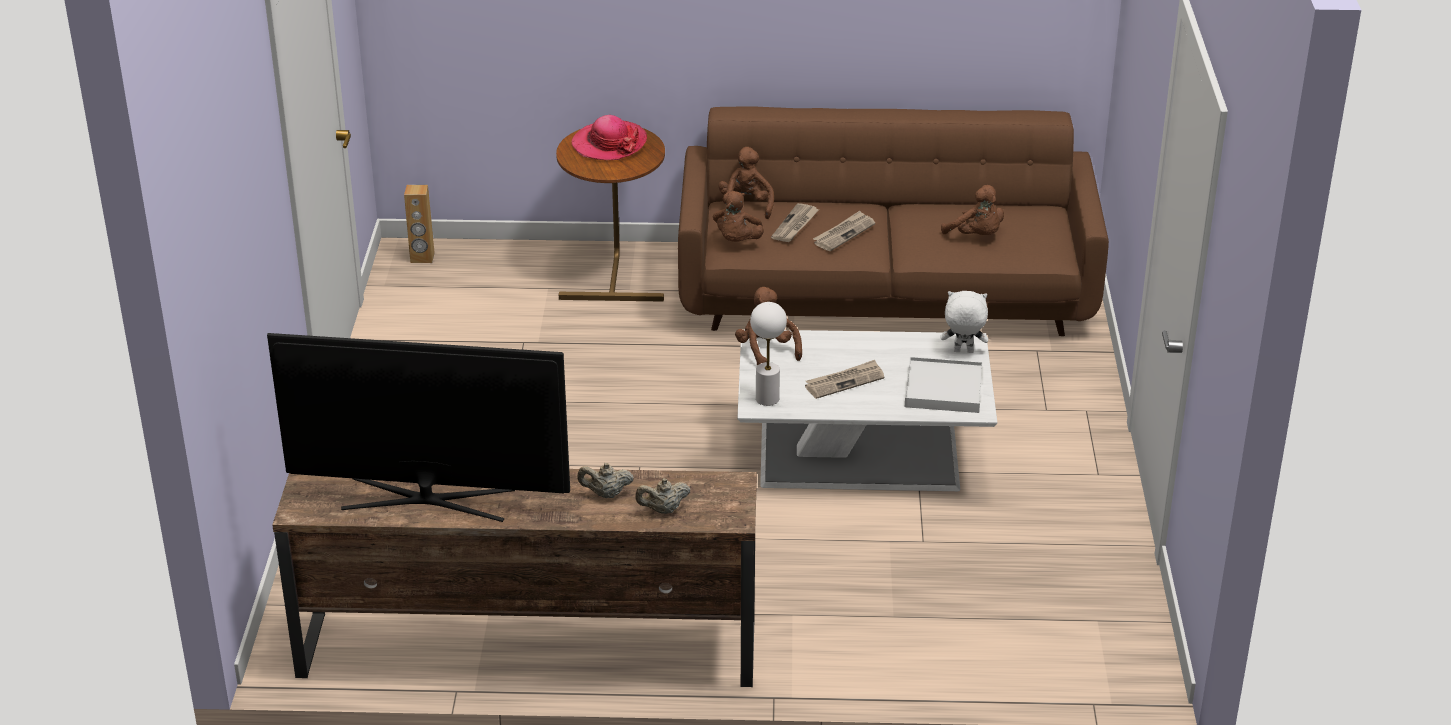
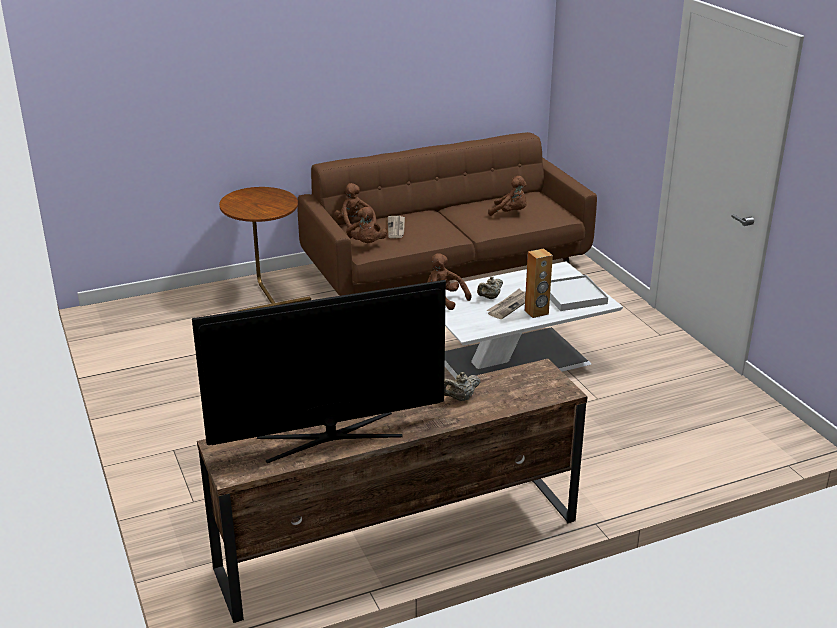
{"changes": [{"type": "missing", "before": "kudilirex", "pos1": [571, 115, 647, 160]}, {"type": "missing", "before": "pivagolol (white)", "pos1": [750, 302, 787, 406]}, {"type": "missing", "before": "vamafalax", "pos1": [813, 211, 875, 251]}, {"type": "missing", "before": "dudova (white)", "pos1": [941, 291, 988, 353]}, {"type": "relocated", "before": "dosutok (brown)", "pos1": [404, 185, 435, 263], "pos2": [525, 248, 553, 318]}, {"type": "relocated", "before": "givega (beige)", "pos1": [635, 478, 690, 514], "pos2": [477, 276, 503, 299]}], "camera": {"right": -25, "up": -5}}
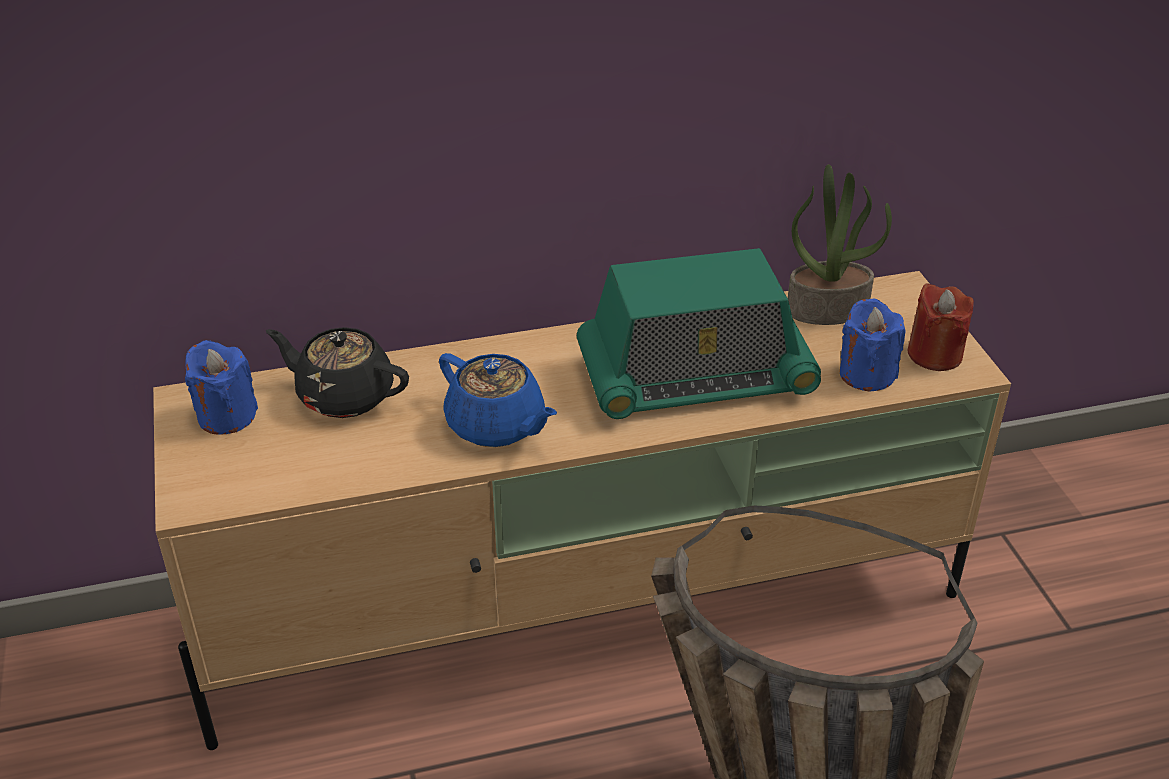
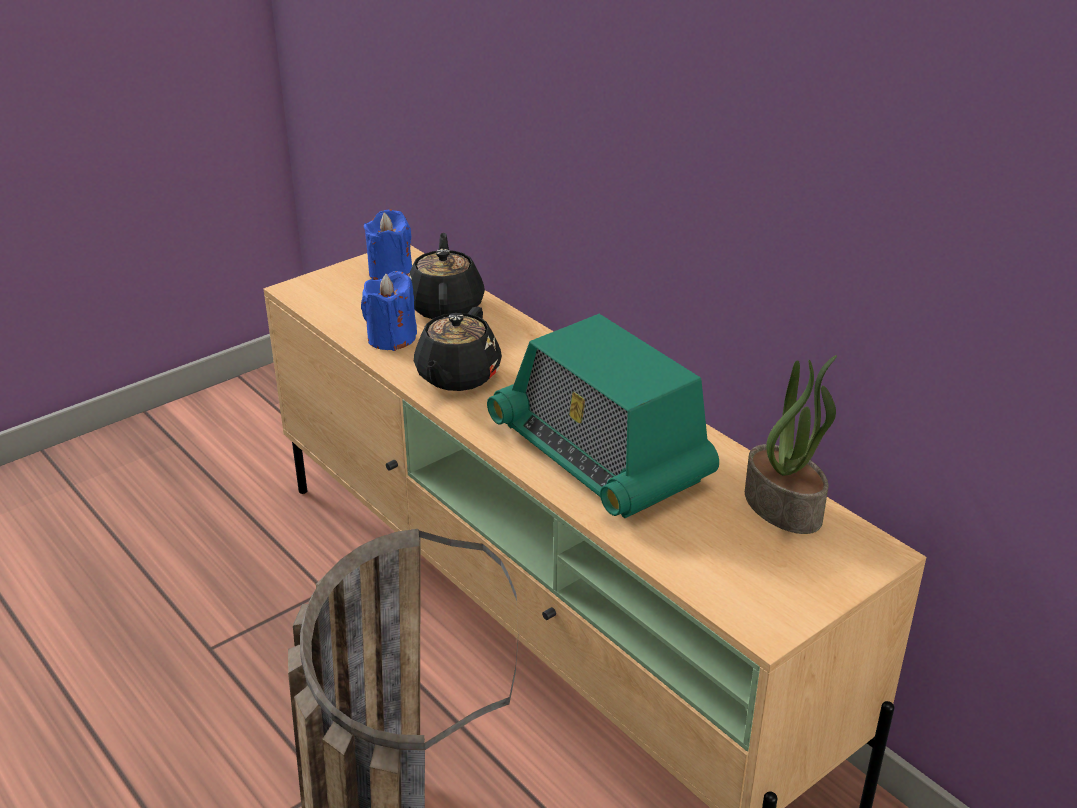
{"changes": [{"type": "missing", "before": "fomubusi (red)", "pos1": [908, 283, 974, 371]}, {"type": "relocated", "before": "fomubusi (blue)", "pos1": [840, 298, 905, 392], "pos2": [361, 271, 417, 351]}, {"type": "colour", "before": "givega (blue)", "after": "givega (black)", "pos1": [439, 353, 557, 447], "pos2": [414, 307, 502, 391]}], "camera": {"right": 65, "up": -5}}
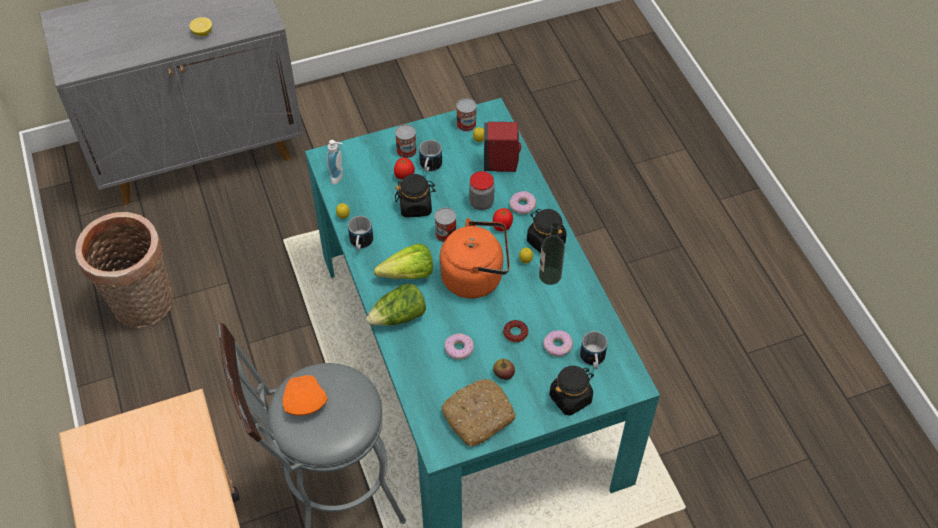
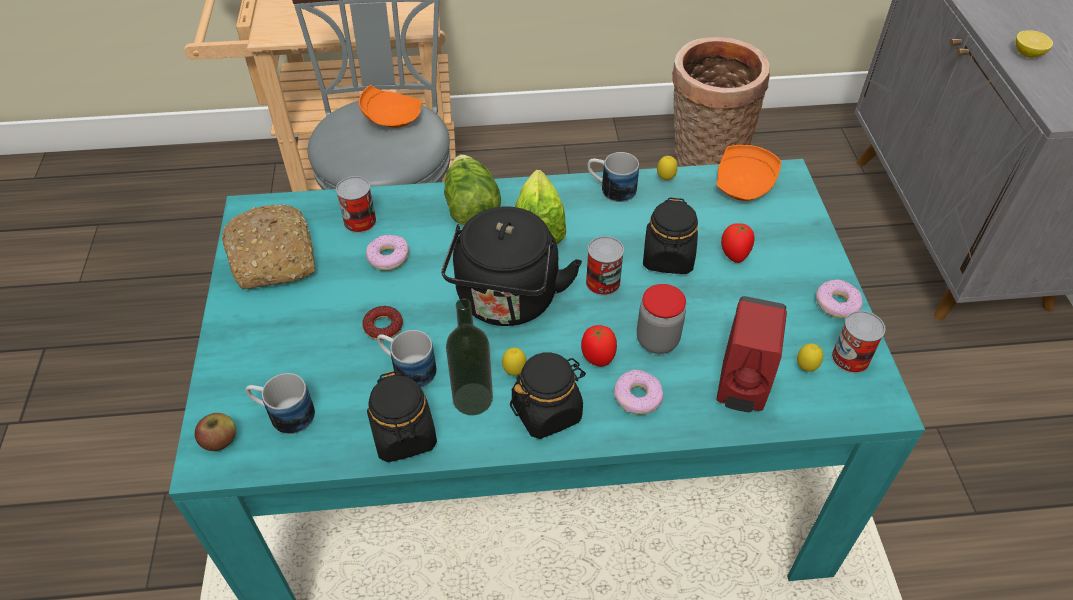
{"changes": [{"type": "relocated", "before": "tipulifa", "pos1": [395, 124, 417, 158], "pos2": [336, 176, 377, 233]}, {"type": "relocated", "before": "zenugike", "pos1": [419, 140, 442, 172], "pos2": [377, 330, 436, 387]}, {"type": "relocated", "before": "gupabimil", "pos1": [493, 359, 515, 380], "pos2": [195, 413, 236, 451]}, {"type": "relocated", "before": "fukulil", "pos1": [543, 330, 573, 357], "pos2": [816, 279, 863, 318]}, {"type": "relocated", "before": "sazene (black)", "pos1": [549, 366, 594, 416], "pos2": [367, 371, 437, 462]}, {"type": "exchanged", "before": "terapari", "after": "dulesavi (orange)", "pos1": [327, 140, 343, 185], "pos2": [716, 145, 781, 201]}, {"type": "colour", "before": "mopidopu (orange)", "after": "mopidopu (black)", "pos1": [440, 218, 510, 299], "pos2": [441, 206, 582, 326]}], "camera": {"right": 105, "up": -5}}
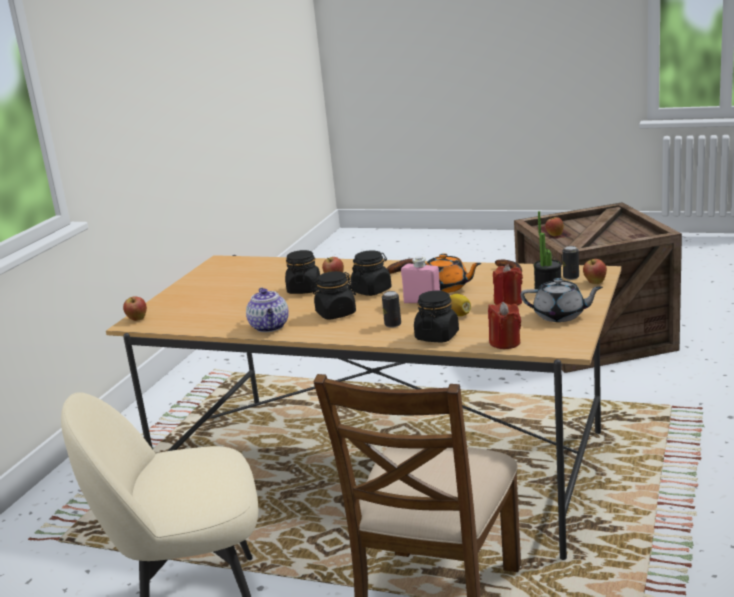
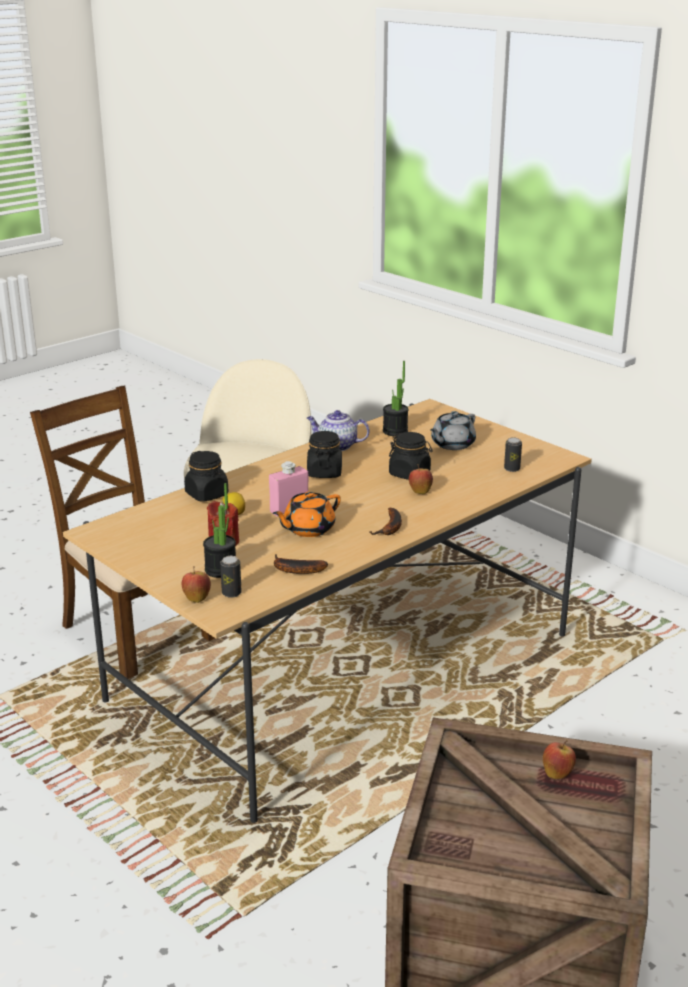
{"changes": [{"type": "missing", "before": "gupabimil", "pos1": [123, 296, 147, 321]}, {"type": "missing", "before": "sazene (black)", "pos1": [350, 250, 392, 296]}, {"type": "missing", "before": "fomubusi (red)", "pos1": [488, 302, 521, 349]}, {"type": "appeared", "after": "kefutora", "pos2": [383, 361, 409, 436]}, {"type": "relocated", "before": "tipulifa", "pos1": [382, 291, 401, 328], "pos2": [504, 437, 522, 472]}, {"type": "relocated", "before": "givega (grey)", "pos1": [520, 278, 603, 322], "pos2": [430, 411, 476, 450]}], "camera": {"right": 115, "up": 5}}
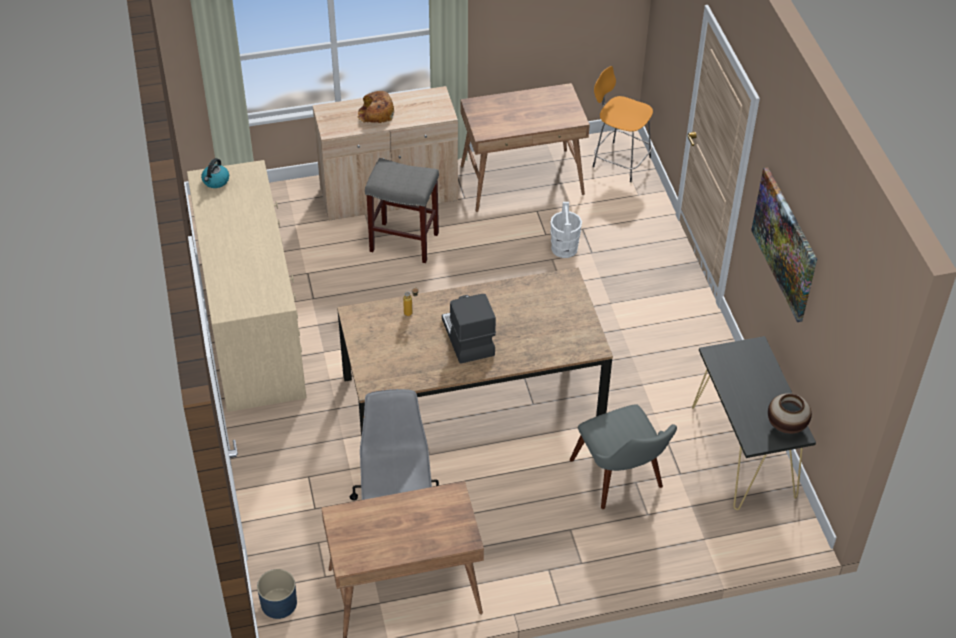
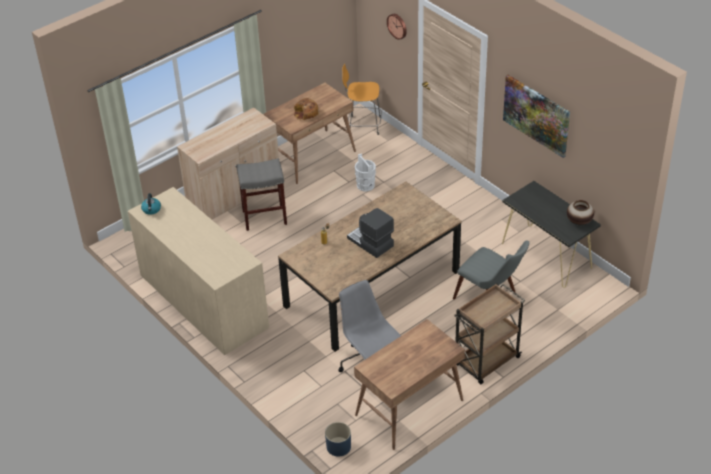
{"changes": [{"type": "appeared", "after": "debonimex", "pos2": [387, 14, 407, 40]}, {"type": "appeared", "after": "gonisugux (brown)", "pos2": [454, 283, 525, 384]}, {"type": "relocated", "before": "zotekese", "pos1": [358, 91, 394, 123], "pos2": [294, 98, 319, 120]}], "camera": {"right": -25, "up": -5}}
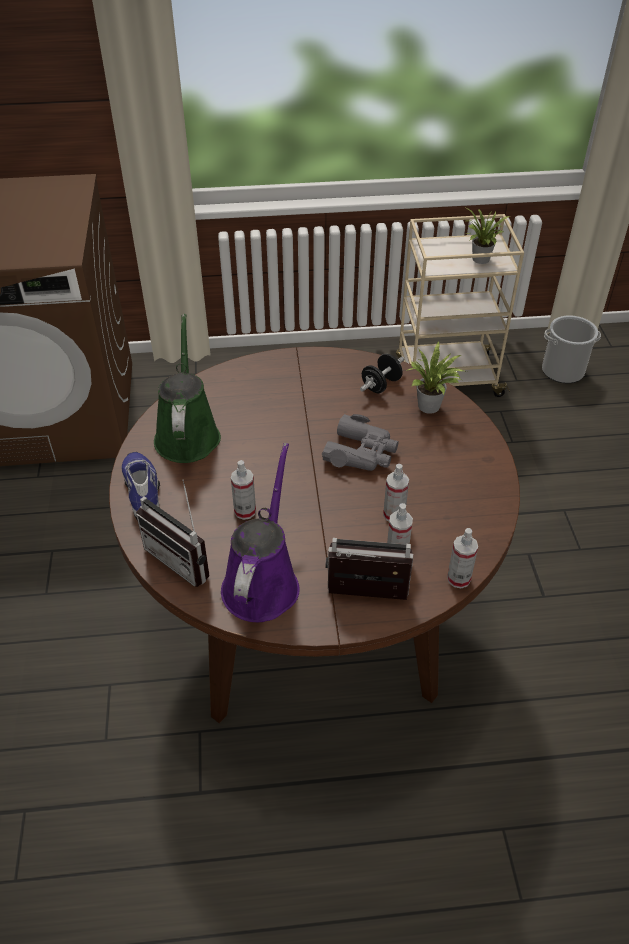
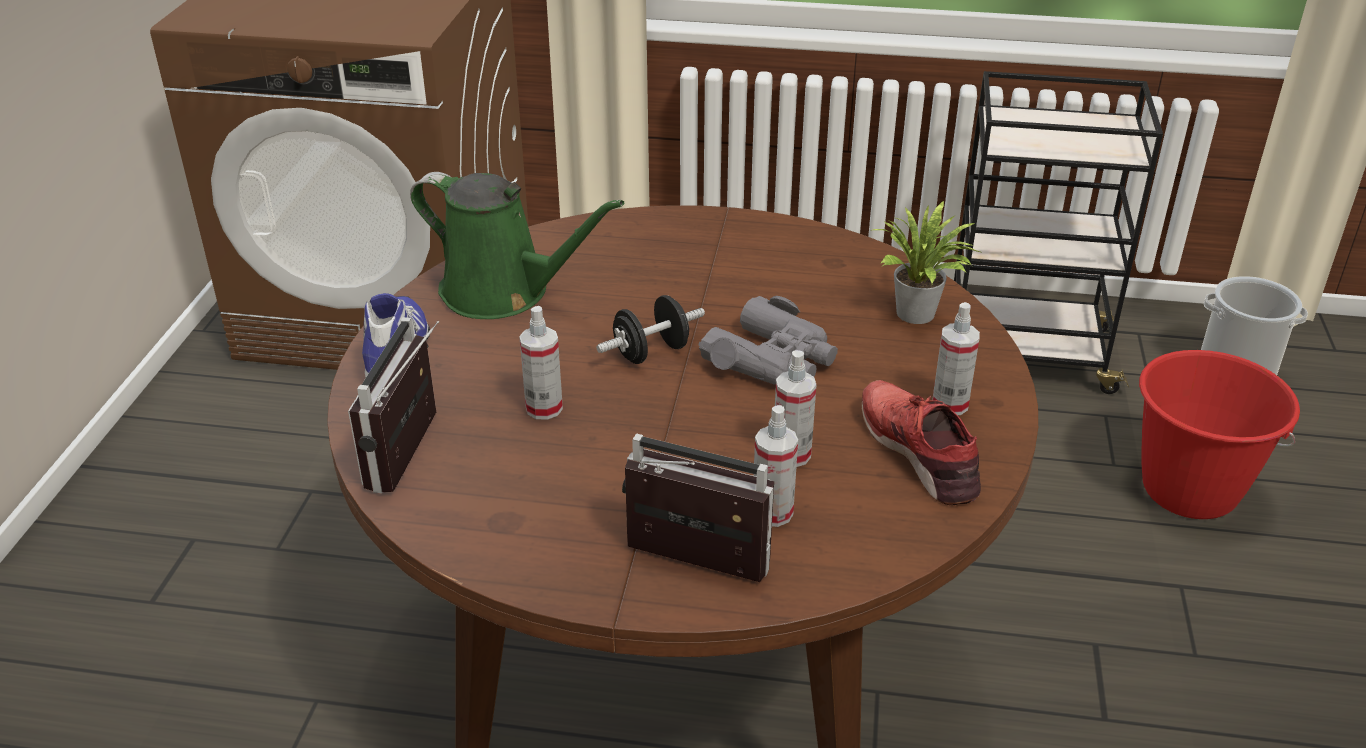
{"changes": [{"type": "missing", "before": "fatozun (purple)", "pos1": [221, 443, 300, 622]}, {"type": "missing", "before": "kefutora", "pos1": [465, 208, 510, 264]}, {"type": "appeared", "after": "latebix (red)", "pos2": [861, 380, 981, 505]}, {"type": "appeared", "after": "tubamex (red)", "pos2": [1139, 350, 1300, 519]}, {"type": "relocated", "before": "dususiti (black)", "pos1": [360, 354, 405, 393], "pos2": [596, 295, 705, 364]}, {"type": "relocated", "before": "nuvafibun", "pos1": [447, 528, 478, 588], "pos2": [932, 302, 980, 415]}, {"type": "colour", "before": "gonisugux (beige)", "after": "gonisugux (black)", "pos1": [396, 214, 524, 397], "pos2": [954, 71, 1163, 394]}, {"type": "spun", "before": "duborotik", "pos1": [136, 479, 210, 587], "pos2": [348, 317, 439, 493], "turn": 45}, {"type": "spun", "before": "fatozun (green)", "pos1": [154, 314, 221, 463], "pos2": [410, 172, 624, 319], "turn": 105}], "camera": {"right": 15, "up": -10}}
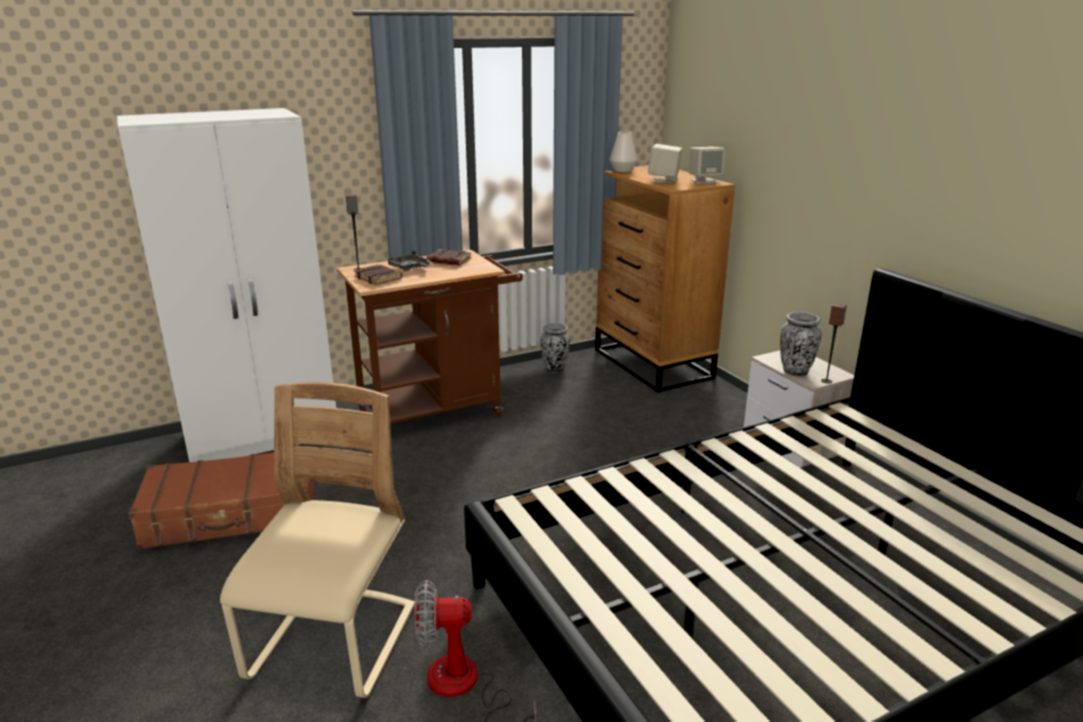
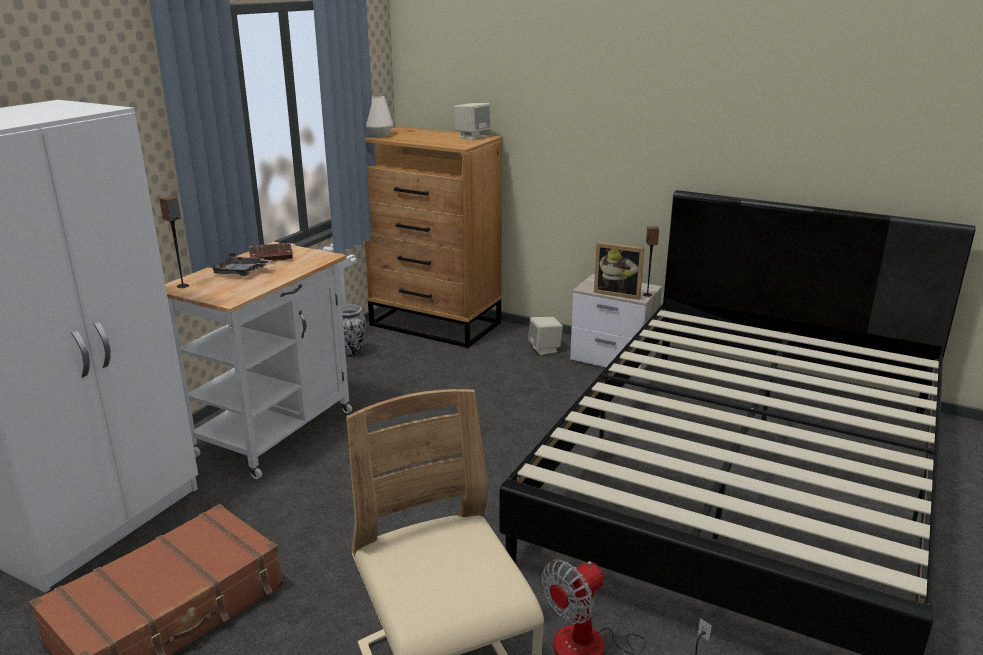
{"changes": [{"type": "missing", "before": "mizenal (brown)", "pos1": [354, 264, 402, 285]}, {"type": "relocated", "before": "dosutok (beige)", "pos1": [648, 144, 682, 183], "pos2": [528, 317, 563, 355]}, {"type": "exchanged", "before": "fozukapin", "after": "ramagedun", "pos1": [780, 312, 822, 376], "pos2": [594, 242, 645, 300]}, {"type": "colour", "before": "gonisugux (brown)", "after": "gonisugux (white)", "pos1": [337, 250, 523, 424], "pos2": [165, 241, 357, 479]}], "camera": {"right": -35, "up": 0}}
